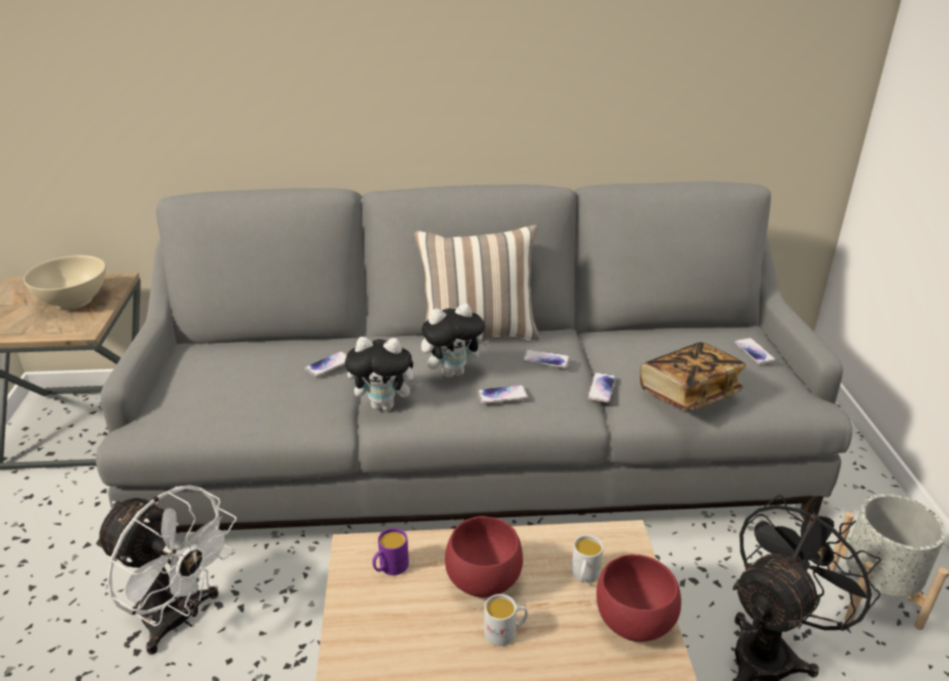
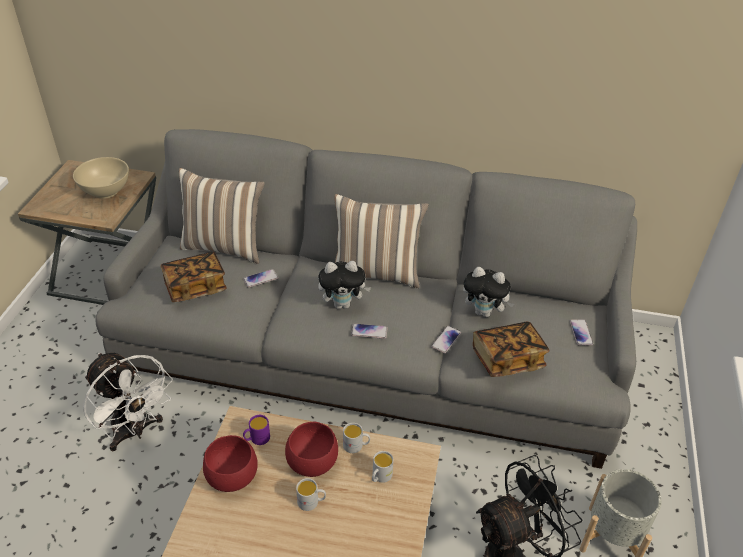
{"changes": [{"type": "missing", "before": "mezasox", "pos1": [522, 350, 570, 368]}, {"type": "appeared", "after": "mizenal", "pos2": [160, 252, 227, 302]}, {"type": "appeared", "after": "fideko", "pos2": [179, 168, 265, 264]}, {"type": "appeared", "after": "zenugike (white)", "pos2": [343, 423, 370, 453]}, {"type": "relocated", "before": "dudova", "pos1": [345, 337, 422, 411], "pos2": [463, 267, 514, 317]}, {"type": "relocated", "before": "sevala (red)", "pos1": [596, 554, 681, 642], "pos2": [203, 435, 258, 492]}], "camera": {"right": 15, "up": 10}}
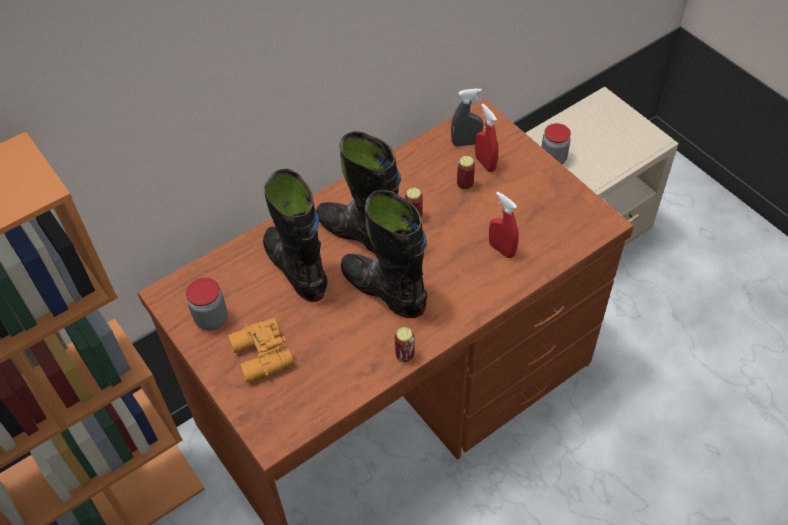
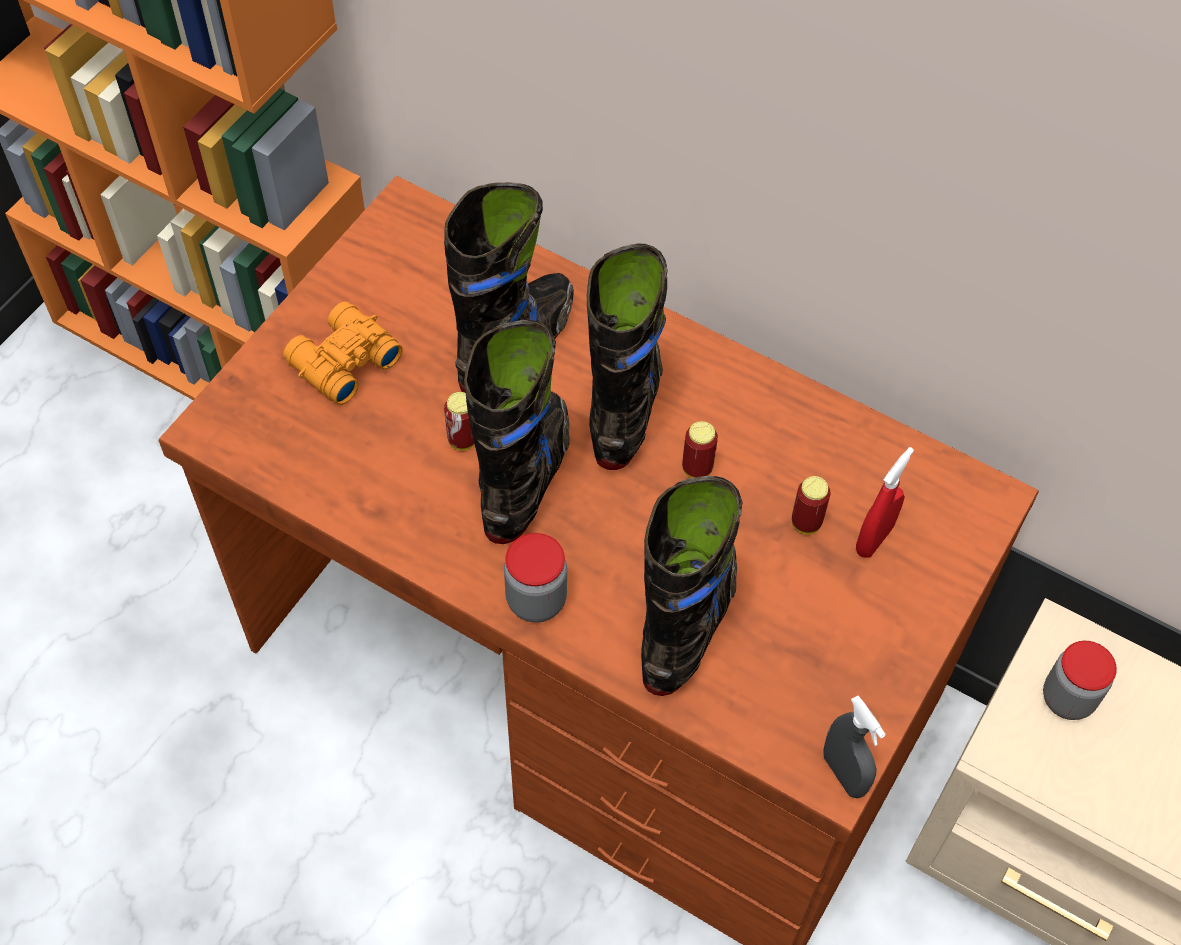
{"changes": [{"type": "relocated", "before": "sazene", "pos1": [186, 278, 228, 330], "pos2": [504, 533, 567, 623]}, {"type": "relocated", "before": "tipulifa", "pos1": [395, 327, 415, 363], "pos2": [444, 392, 475, 450]}, {"type": "relocated", "before": "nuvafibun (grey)", "pos1": [451, 88, 483, 146], "pos2": [824, 696, 886, 798]}, {"type": "exchanged", "before": "nuvafibun (red)", "after": "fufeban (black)", "pos1": [489, 192, 519, 258], "pos2": [641, 476, 743, 696]}], "camera": {"right": 65, "up": 5}}
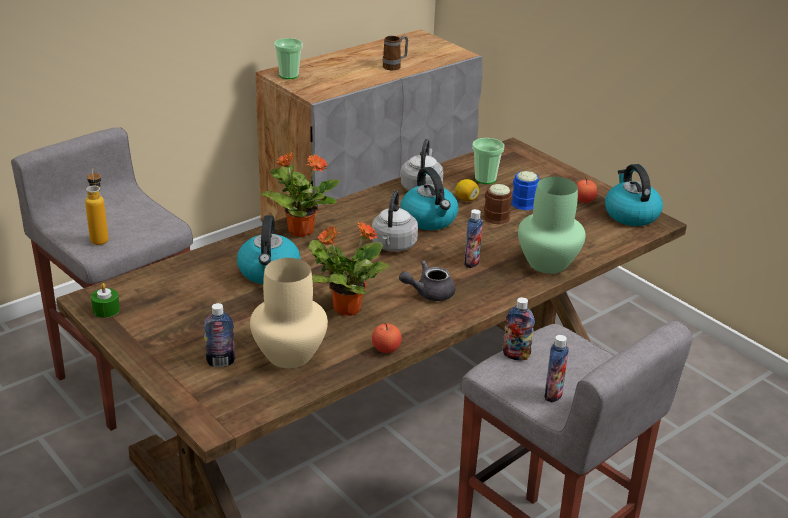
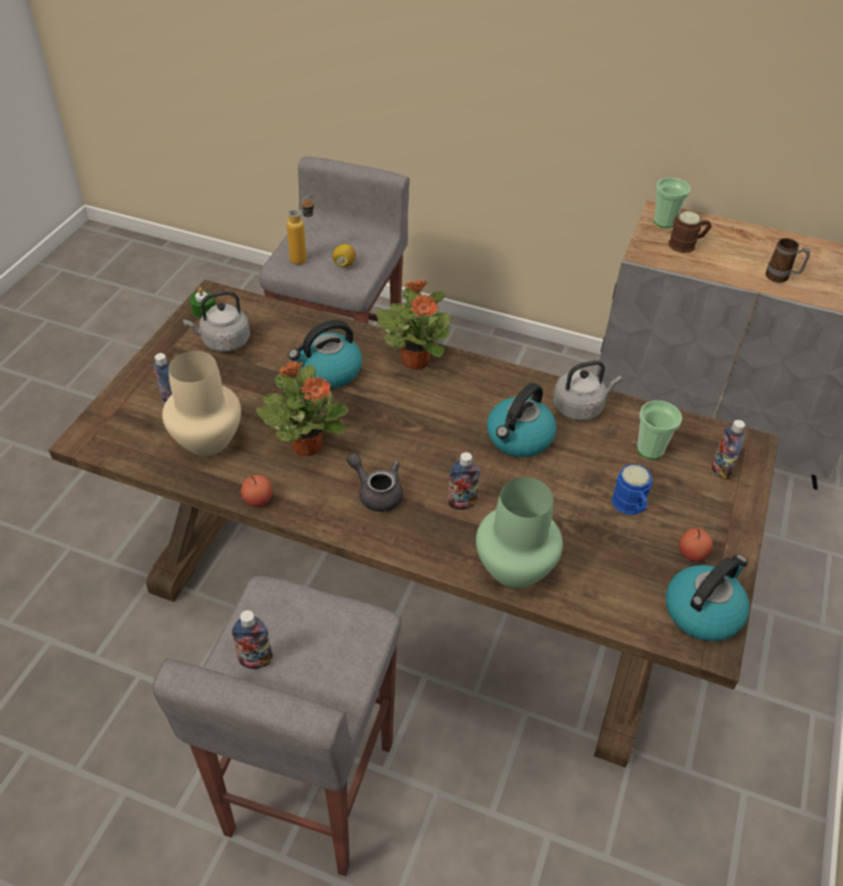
{"changes": [{"type": "relocated", "before": "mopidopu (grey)", "pos1": [372, 190, 418, 252], "pos2": [183, 291, 250, 352]}, {"type": "relocated", "before": "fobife", "pos1": [455, 179, 479, 201], "pos2": [332, 244, 356, 268]}, {"type": "relocated", "before": "zenugike (brown)", "pos1": [483, 184, 512, 224], "pos2": [668, 211, 712, 253]}, {"type": "relocated", "before": "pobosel", "pos1": [503, 297, 535, 361], "pos2": [712, 420, 745, 480]}], "camera": {"right": 60, "up": 15}}
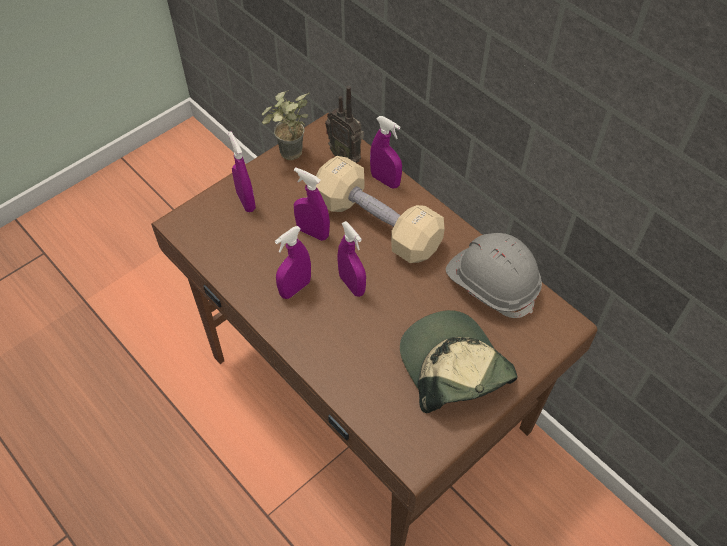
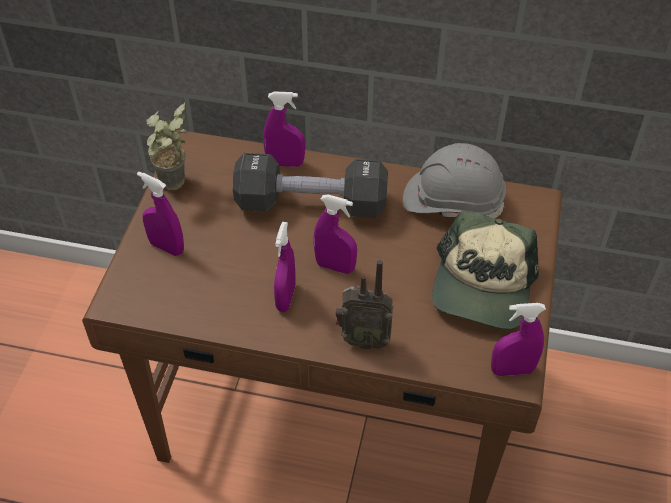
{"changes": [{"type": "relocated", "before": "nuvafibun (purple)", "pos1": [294, 167, 330, 241], "pos2": [491, 303, 546, 376]}, {"type": "relocated", "before": "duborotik", "pos1": [325, 86, 364, 163], "pos2": [336, 260, 394, 350]}, {"type": "colour", "before": "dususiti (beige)", "after": "dususiti (black)", "pos1": [316, 156, 444, 263], "pos2": [233, 153, 388, 218]}, {"type": "spun", "before": "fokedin", "pos1": [400, 310, 518, 414], "pos2": [432, 211, 539, 329], "turn": -105}], "camera": {"right": -35, "up": -5}}
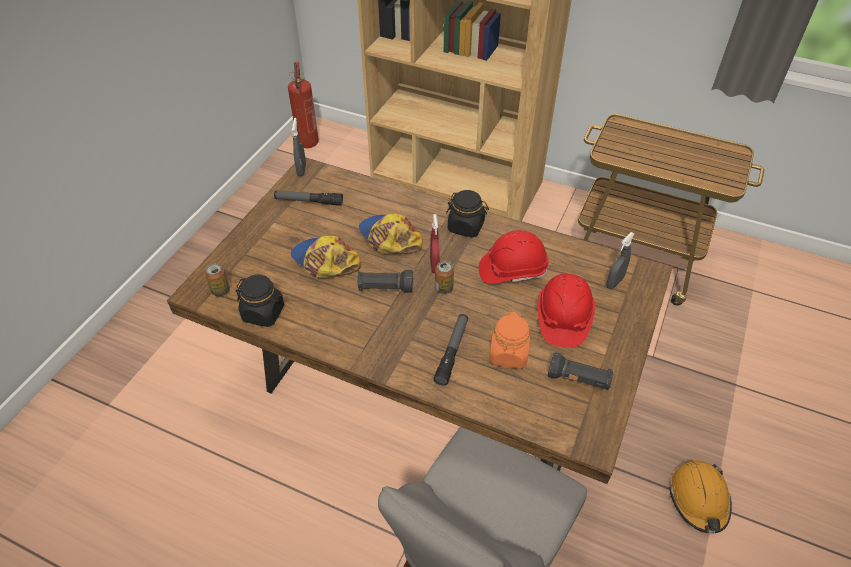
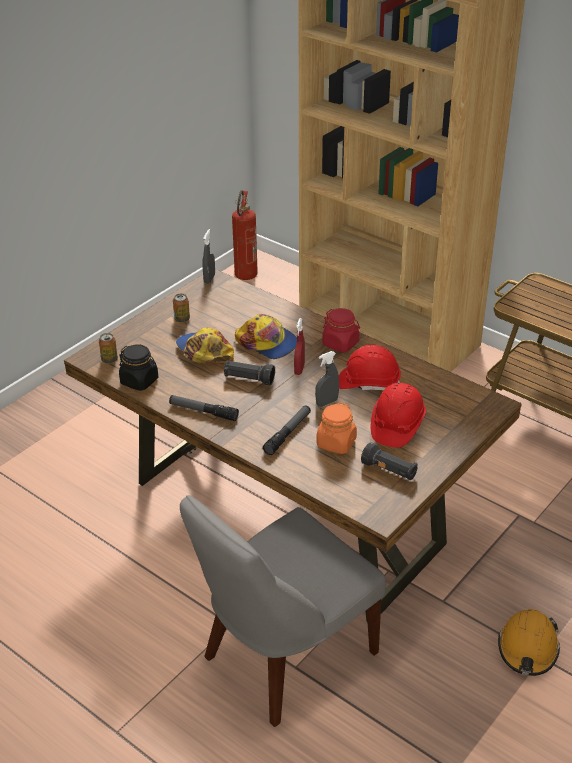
{"changes": [{"type": "relocated", "before": "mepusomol", "pos1": [274, 190, 343, 206], "pos2": [169, 395, 239, 421]}, {"type": "relocated", "before": "tipulifa", "pos1": [435, 261, 454, 294], "pos2": [173, 293, 190, 323]}, {"type": "relocated", "before": "nuvafibun (grey)", "pos1": [606, 232, 635, 289], "pos2": [315, 351, 339, 407]}, {"type": "colour", "before": "sazene (black)", "after": "sazene (red)", "pos1": [446, 190, 489, 238], "pos2": [323, 308, 360, 353]}, {"type": "spun", "before": "fokedin", "pos1": [359, 213, 422, 254], "pos2": [235, 314, 297, 359], "turn": 150}], "camera": {"right": 15, "up": -10}}
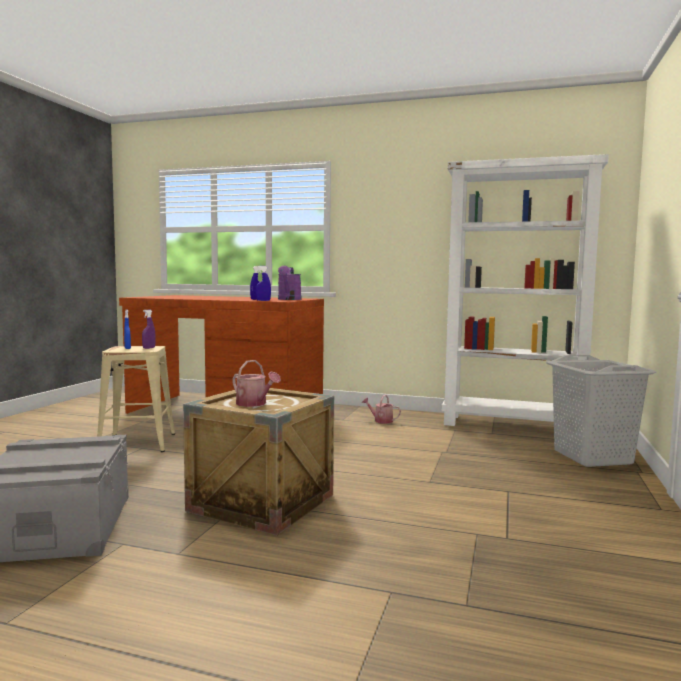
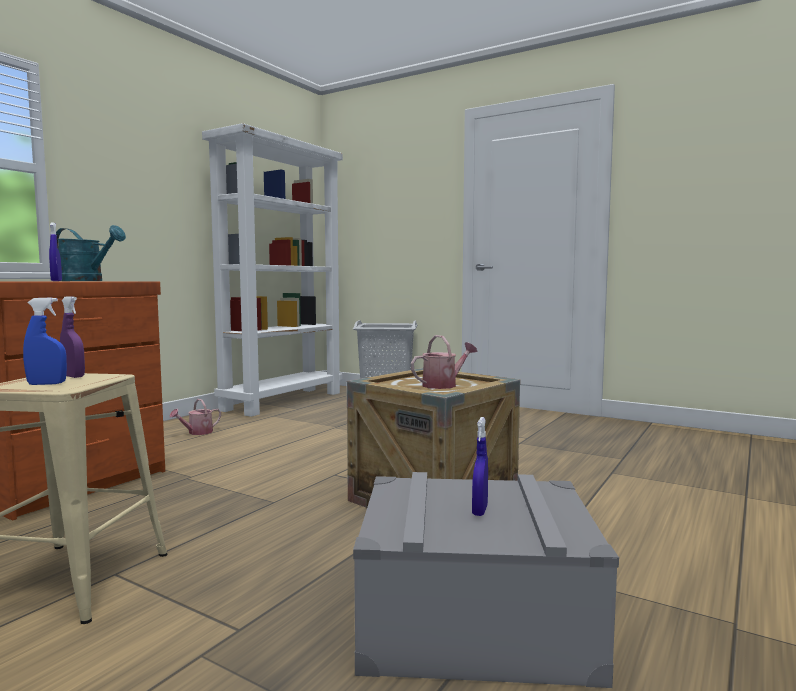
{"changes": [{"type": "relocated", "before": "nuvafibun (blue)", "pos1": [256, 266, 271, 301], "pos2": [472, 417, 488, 516]}, {"type": "colour", "before": "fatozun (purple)", "after": "fatozun (turquoise)", "pos1": [278, 266, 302, 300], "pos2": [56, 225, 126, 281]}], "camera": {"right": -75, "up": 0}}
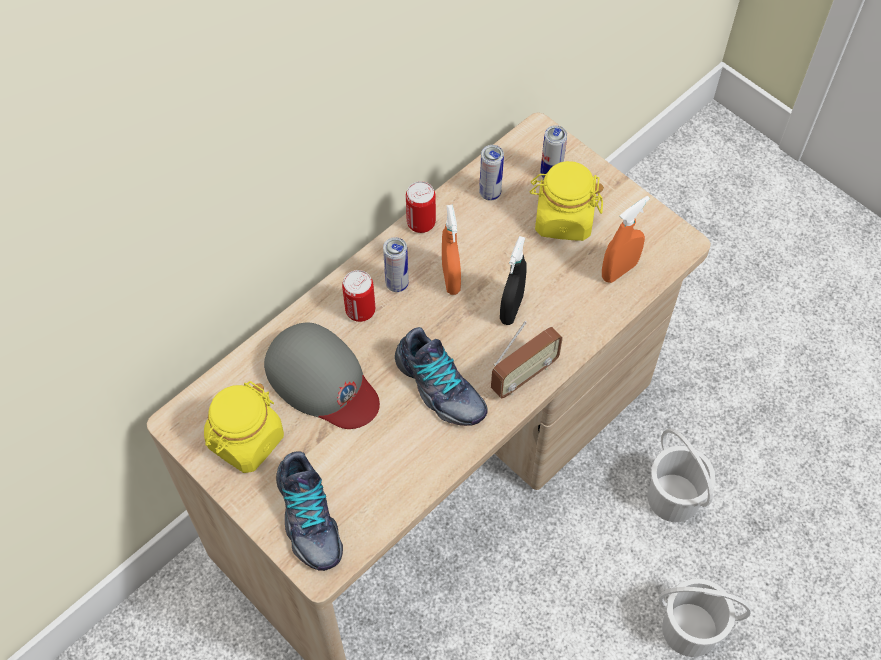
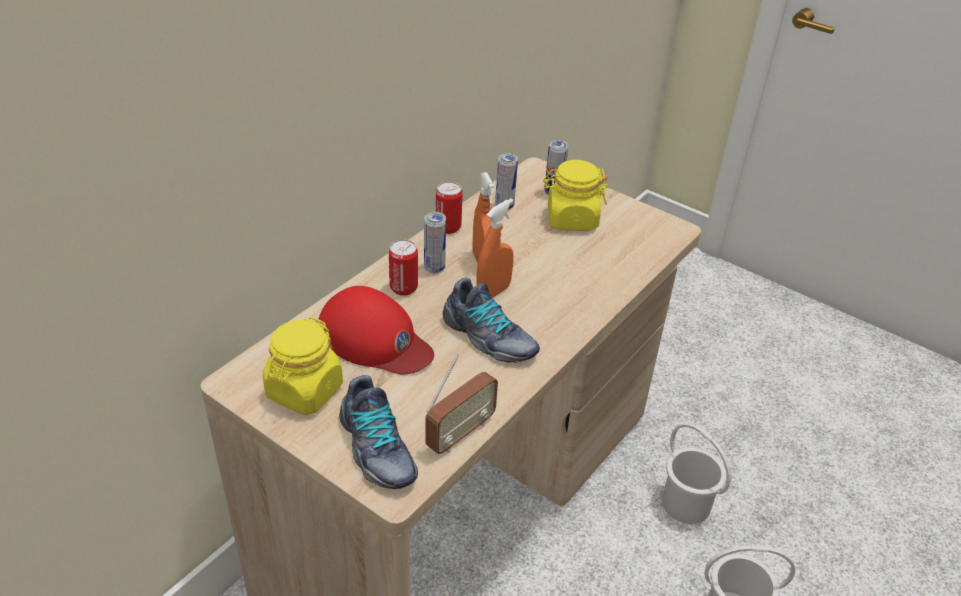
{"changes": [{"type": "missing", "before": "nuvafibun (black)", "pos1": [500, 236, 527, 325]}, {"type": "relocated", "before": "duborotik", "pos1": [491, 321, 563, 399], "pos2": [425, 354, 498, 454]}, {"type": "relocated", "before": "nuvafibun (orange)", "pos1": [602, 196, 650, 283], "pos2": [476, 199, 514, 298]}, {"type": "colour", "before": "fokedin (grey)", "after": "fokedin (red)", "pos1": [264, 323, 380, 429], "pos2": [318, 286, 434, 374]}], "camera": {"right": -10, "up": -20}}
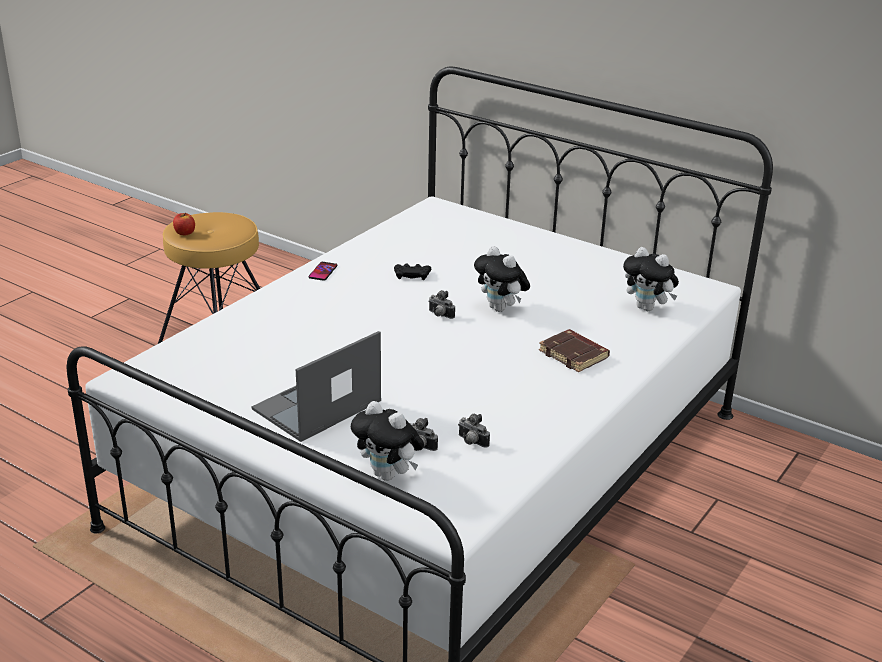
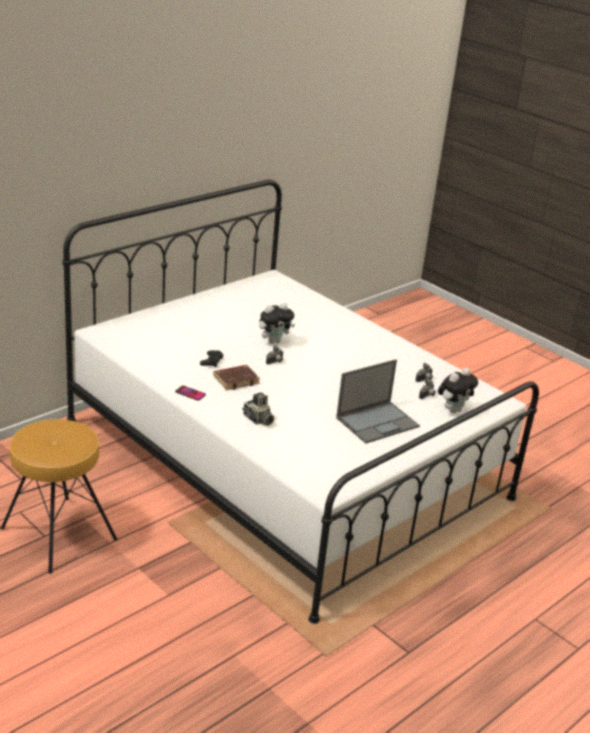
{"changes": [{"type": "missing", "before": "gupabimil", "pos1": [173, 213, 195, 236]}, {"type": "missing", "before": "dudova", "pos1": [623, 247, 679, 311]}, {"type": "appeared", "after": "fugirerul", "pos2": [242, 392, 274, 426]}, {"type": "relocated", "before": "mizenal (brown)", "pos1": [539, 329, 610, 372], "pos2": [214, 365, 260, 391]}, {"type": "spun", "before": "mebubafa", "pos1": [251, 331, 381, 442], "pos2": [336, 359, 420, 443], "turn": -90}], "camera": {"right": -80, "up": 0}}
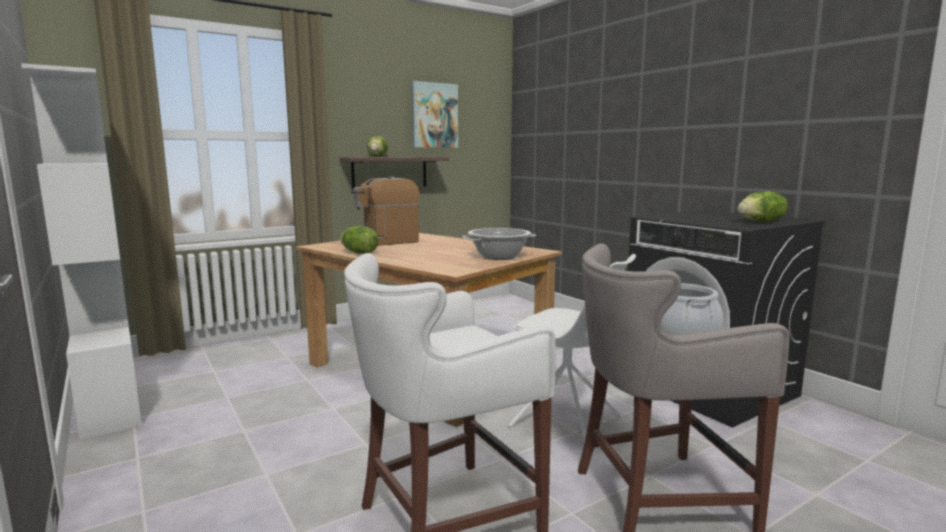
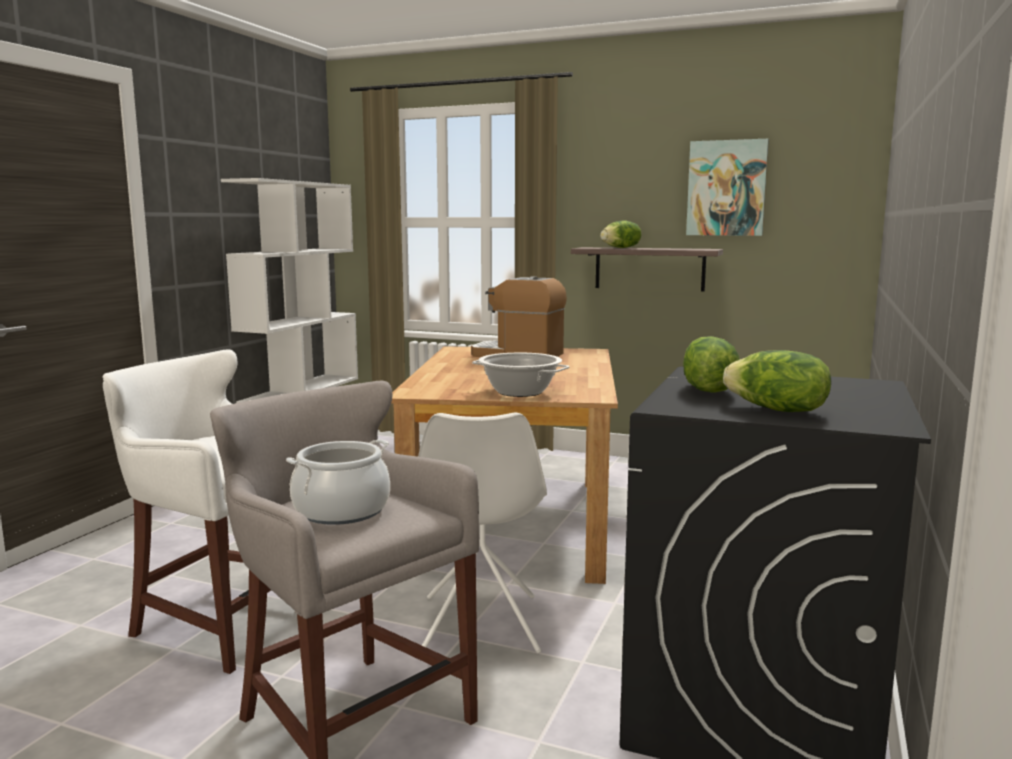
{"changes": [{"type": "relocated", "before": "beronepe", "pos1": [340, 226, 379, 254], "pos2": [683, 336, 740, 393]}], "camera": {"right": 55, "up": 0}}
